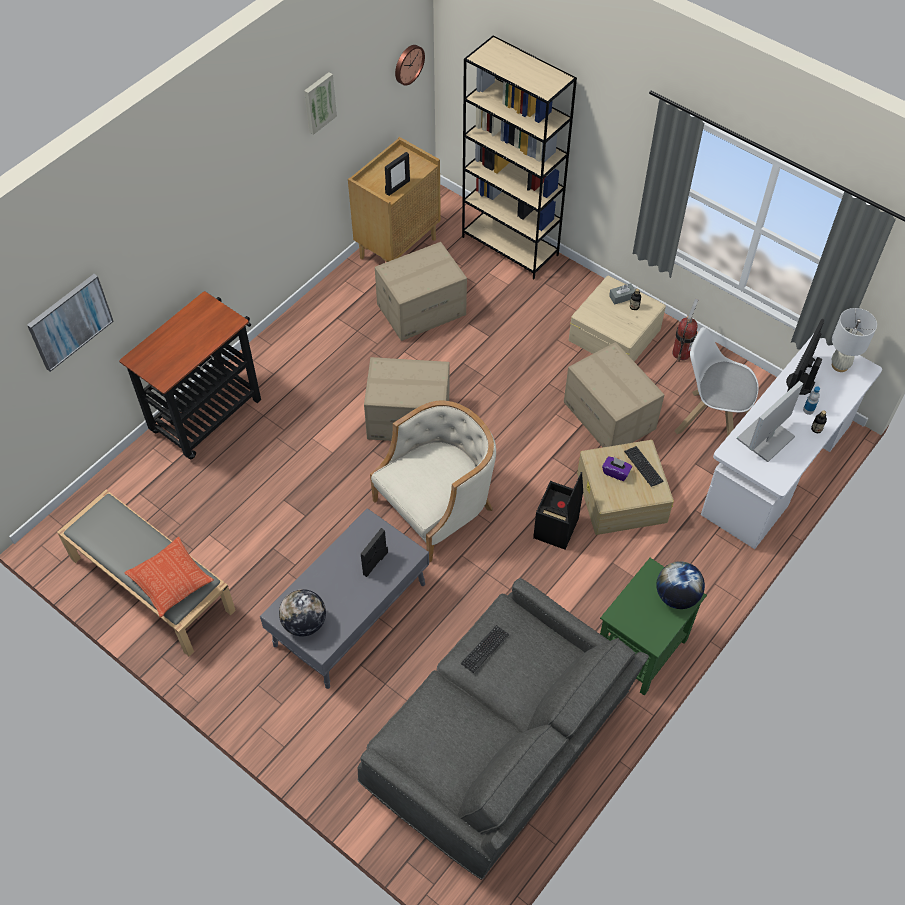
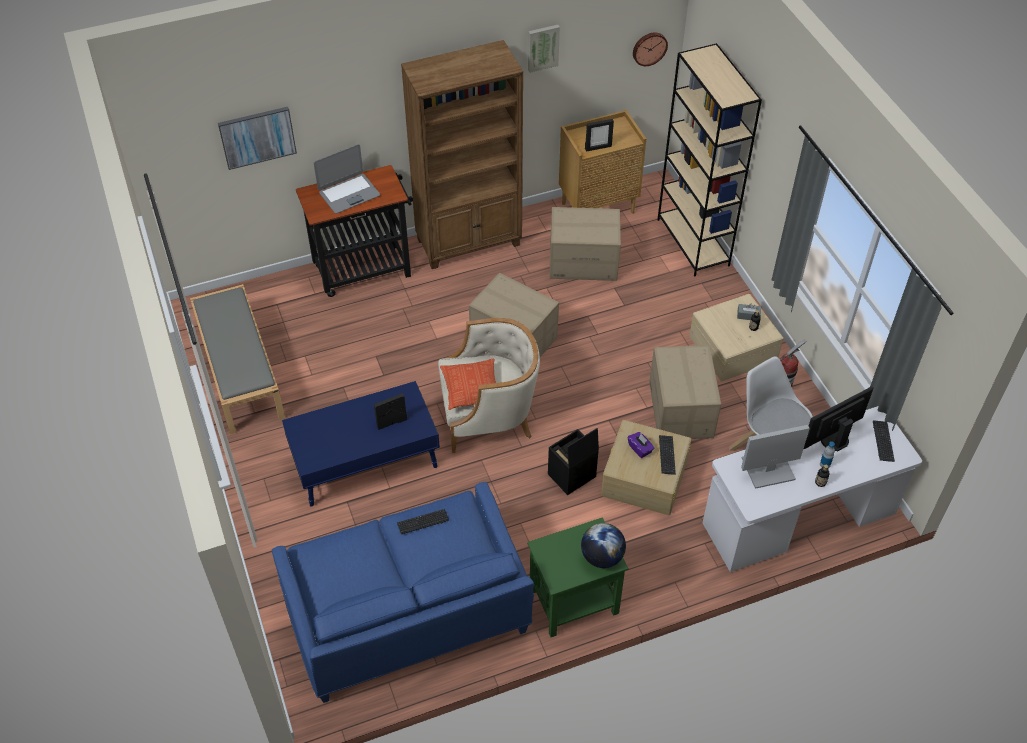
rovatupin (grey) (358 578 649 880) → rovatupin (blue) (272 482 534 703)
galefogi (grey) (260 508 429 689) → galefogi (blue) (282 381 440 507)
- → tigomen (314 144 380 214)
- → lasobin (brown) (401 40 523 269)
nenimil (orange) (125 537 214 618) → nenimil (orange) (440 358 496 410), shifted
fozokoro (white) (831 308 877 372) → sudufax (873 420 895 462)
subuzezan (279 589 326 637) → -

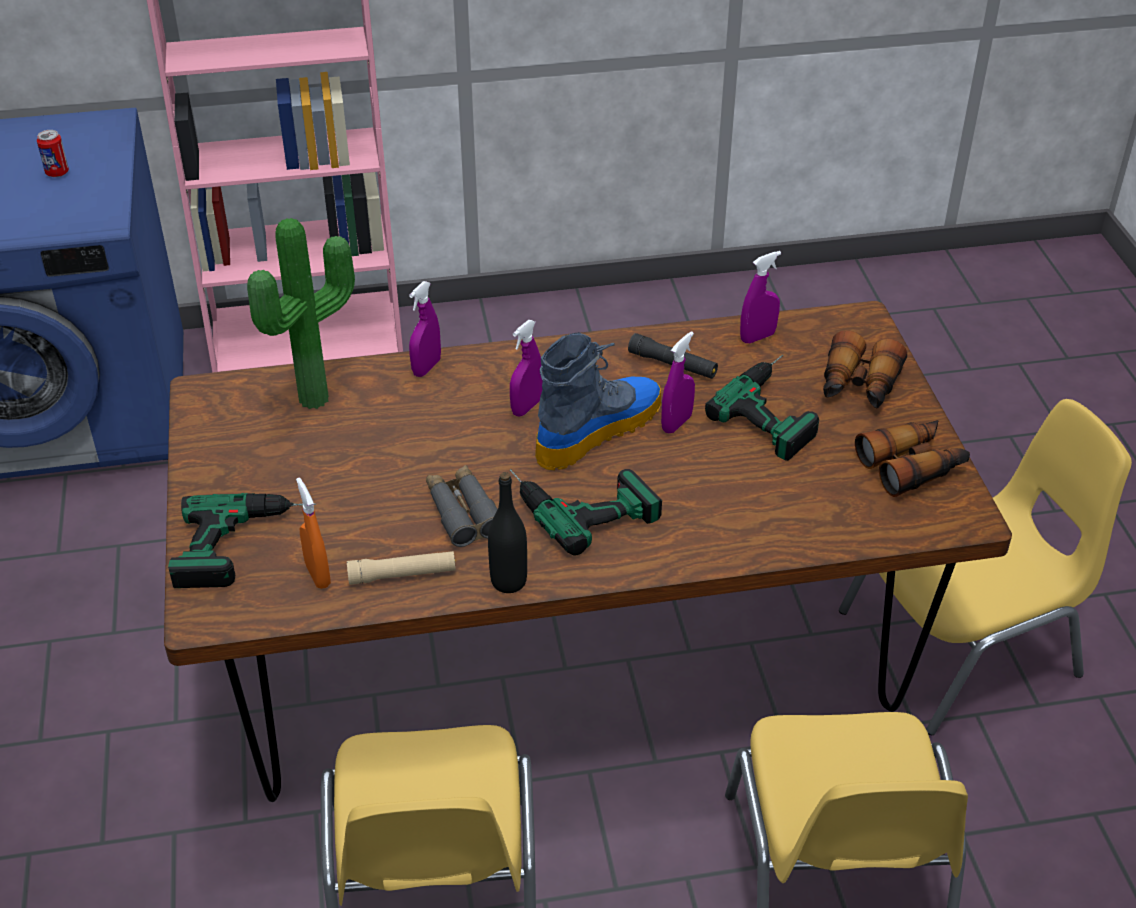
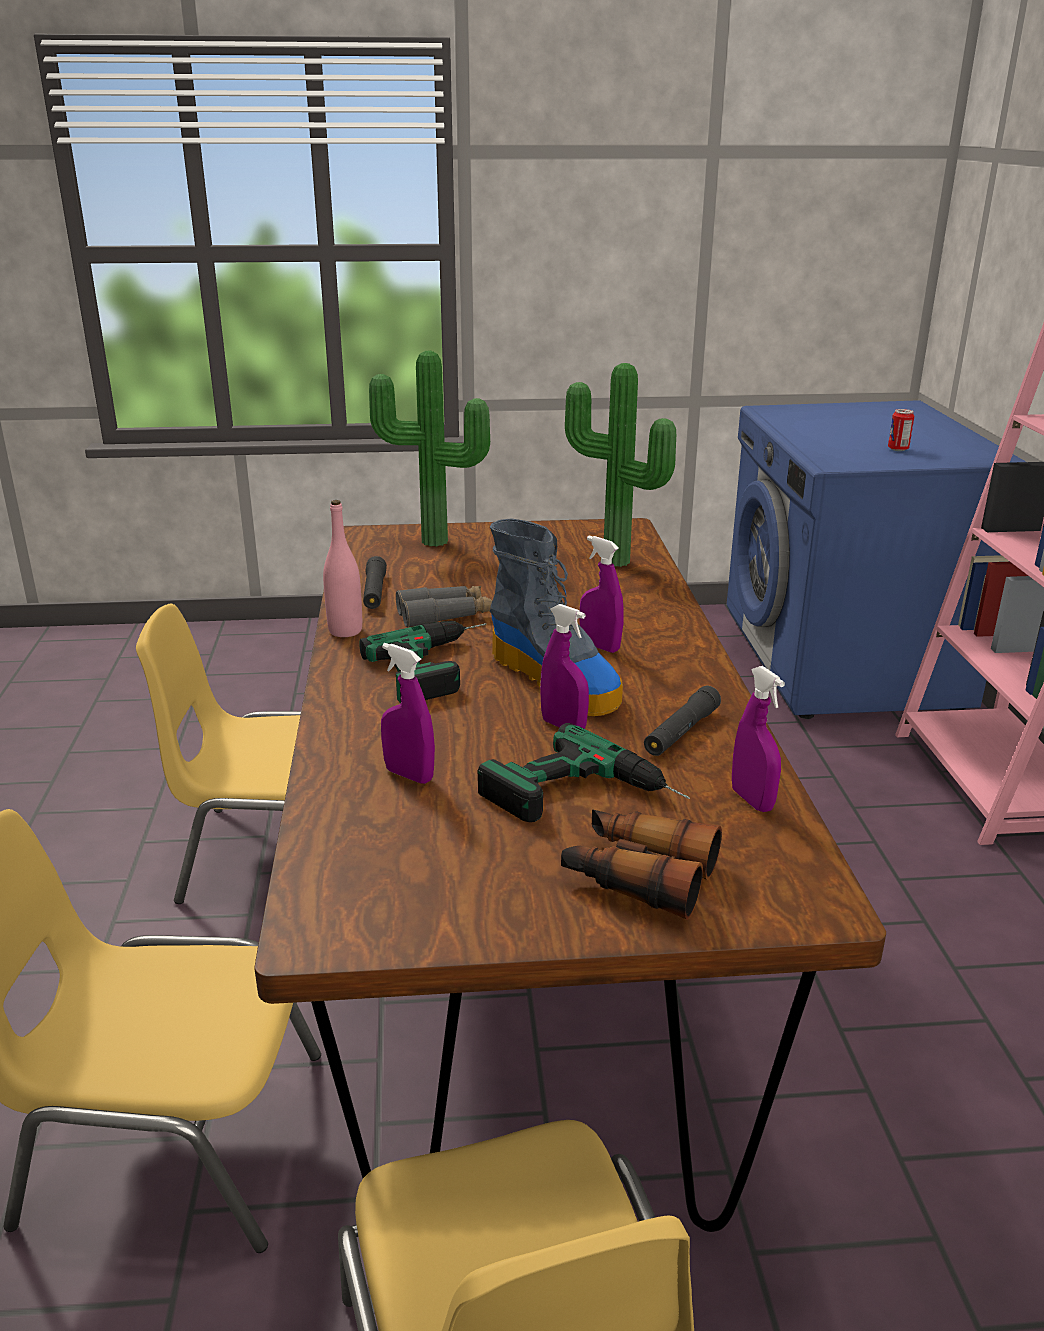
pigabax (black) (488 472 527 593) → pigabax (pink) (323 500 362 637)
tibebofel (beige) (347 551 456 585) → tibebofel (black) (363 556 387 609)
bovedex (168 493 316 588) → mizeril (369 351 490 546)
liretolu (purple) (409 281 441 377) → liretolu (purple) (381 643 435 784), shifted
liretolu (orange) (296 478 331 589) → -
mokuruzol (855 420 970 497) → -

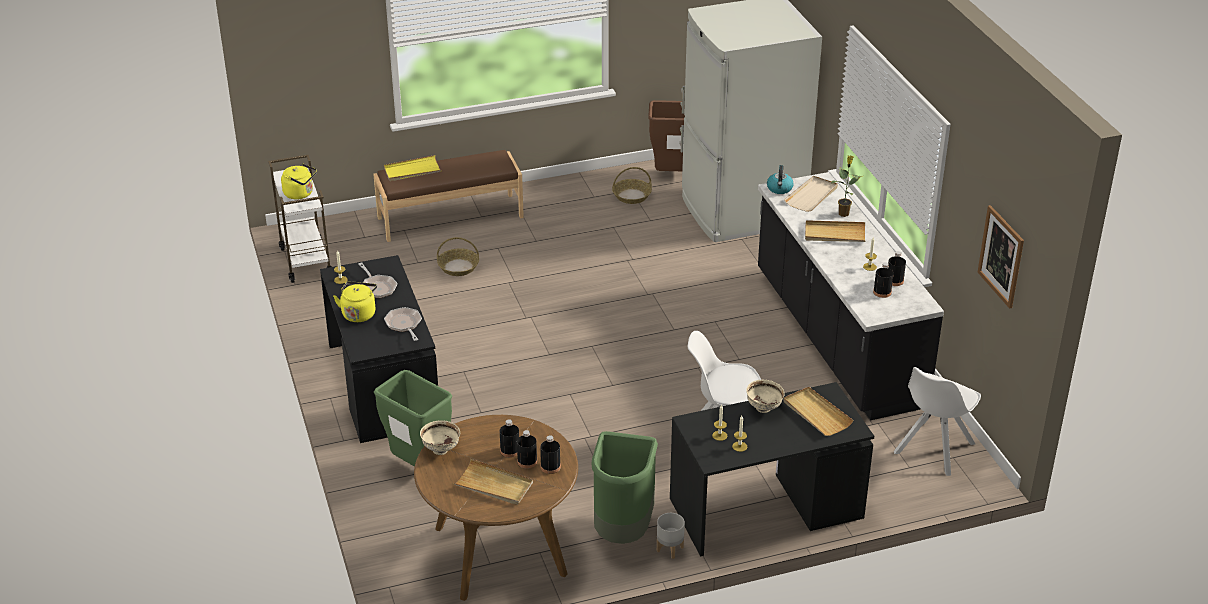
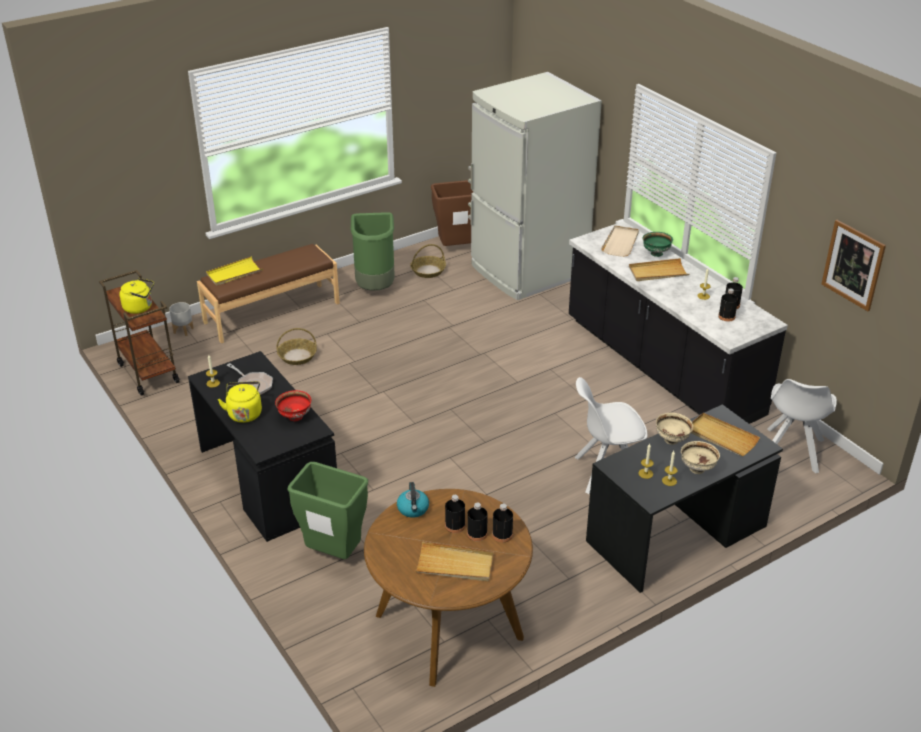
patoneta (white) (268 155 332 283) → patoneta (brown) (99 270 180 395)
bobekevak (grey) (657 513 685 559) → bobekevak (grey) (169 302 194 336), shifted
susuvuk (384 307 422 341) → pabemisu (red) (275 390 311 421)
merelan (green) (591 431 658 544) → merelan (green) (351 212 395 291), shifted
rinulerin (767 165 794 194) → rinulerin (397 482 429 518), shifted
mizeril (831 155 863 217) → pabemisu (green) (643 232 673 257)
pabemisu (beige) (420 420 460 455) → pabemisu (beige) (681 441 720 474), shifted

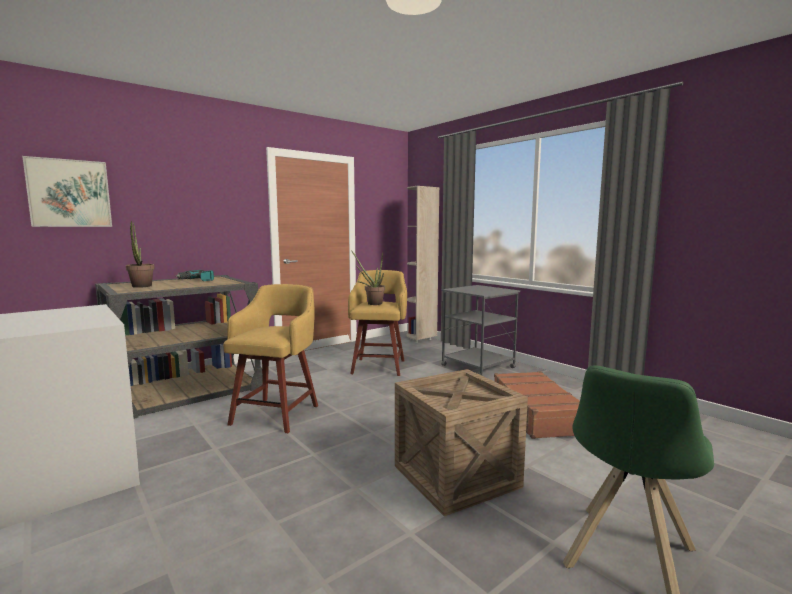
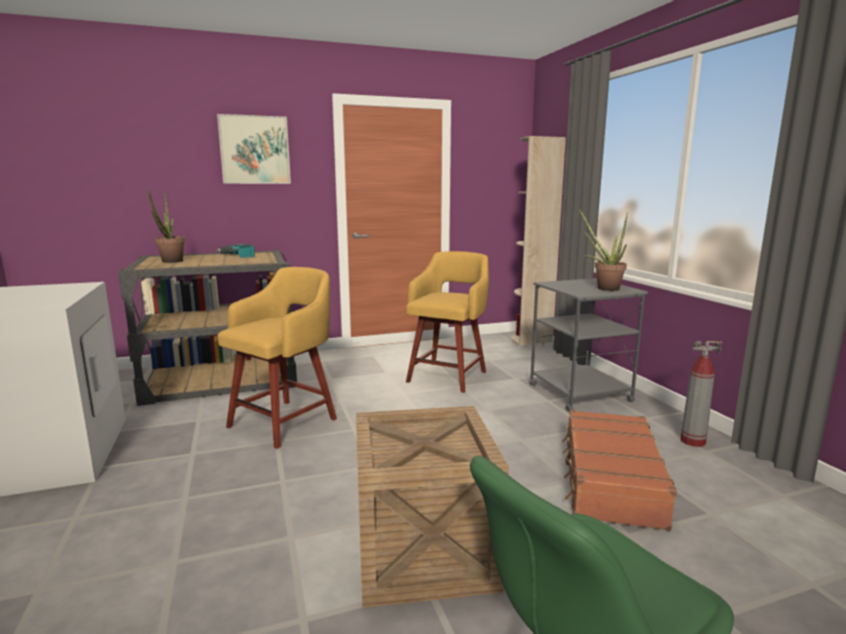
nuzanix (22 156 112 227) → nuzanix (217 114 291 184), shifted
mizeril (351 250 385 305) → mizeril (579 210 628 291), shifted
- → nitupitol (680 341 722 447)

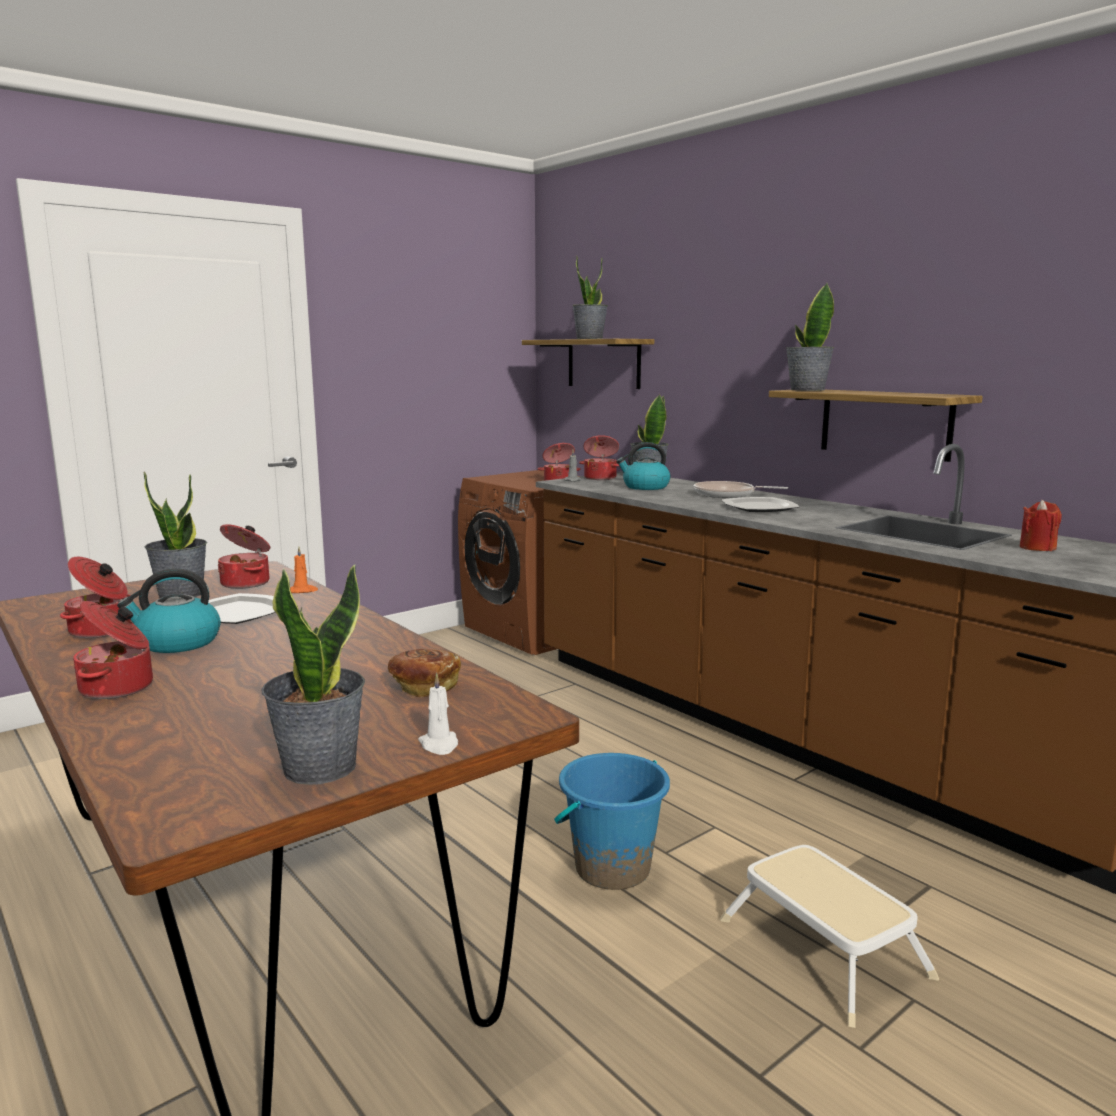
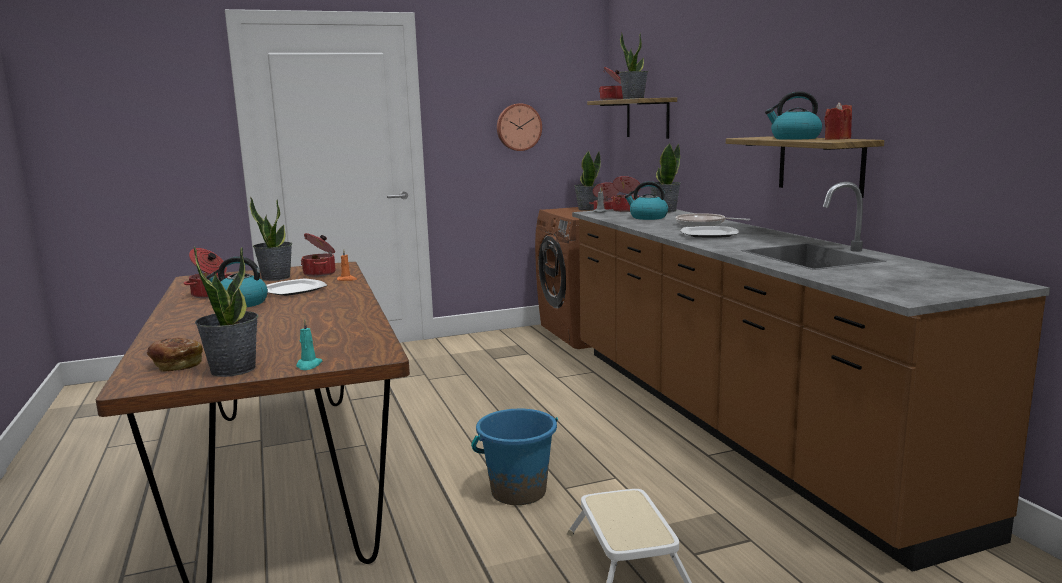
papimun (388 649 461 697) → papimun (147 338 203 372), shifted
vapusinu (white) (418 673 458 755) → vapusinu (turquoise) (296 319 322 370)
- → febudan (497 103 542 151)
mizeril (786 283 834 391) → mizeril (574 150 601 211), shifted
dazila (73 601 153 699) → dazila (599 67 623 100), shifted
- → rinulerin (765 91 822 140)
vapusinu (red) (1019 500 1062 551) → vapusinu (red) (824 102 852 140), shifted

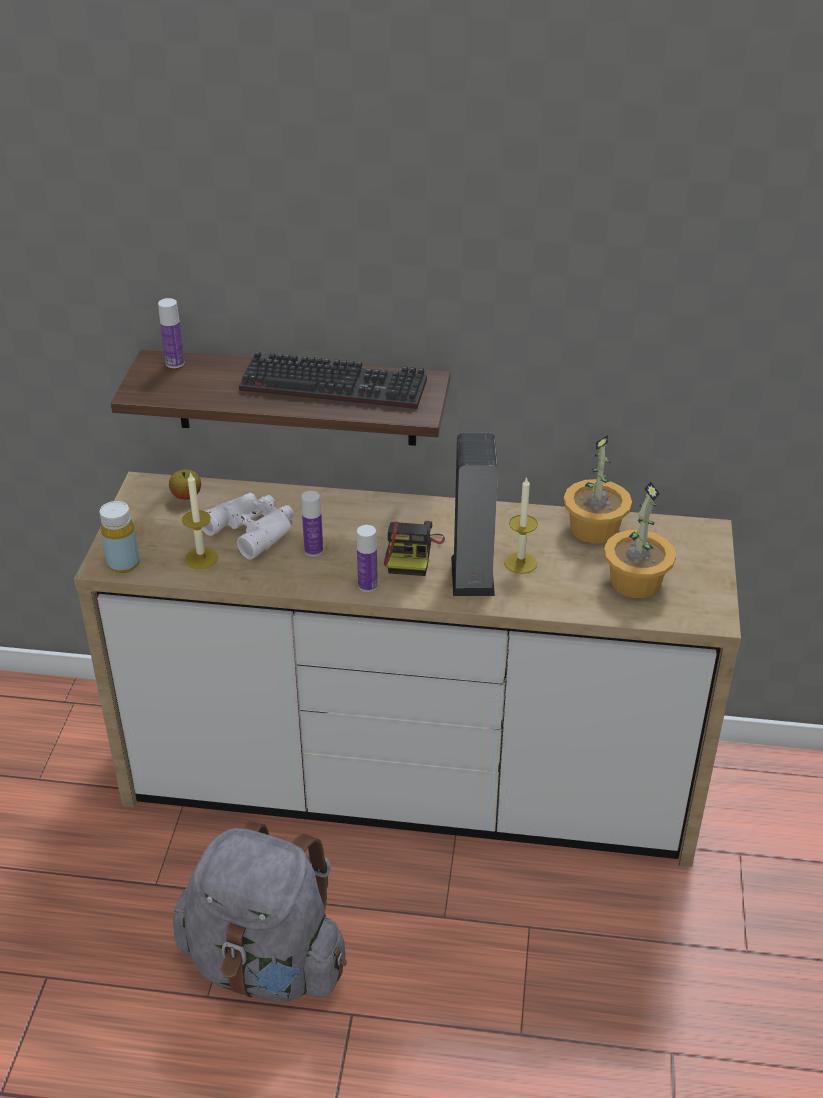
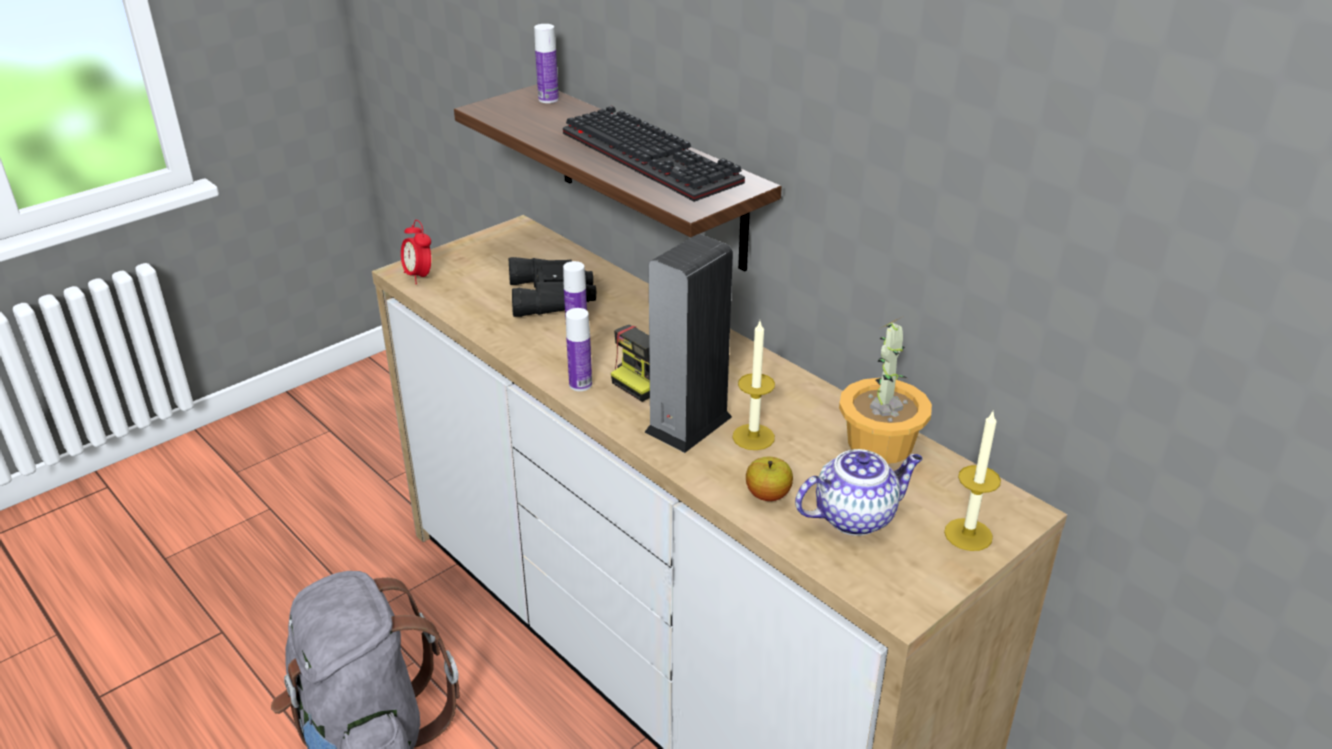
pigabax (yellow) (100 501 140 573) → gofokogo (401 220 431 284)
mokuruzol (white) (202 493 294 560) → mokuruzol (black) (509 257 596 317)
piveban (169 470 201 500) → piveban (746 457 793 501), shifted
mizeril (604 481 676 598) → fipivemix (795 449 923 536)
vapusinu (182 472 218 569) → vapusinu (944 412 1001 551), shifted

